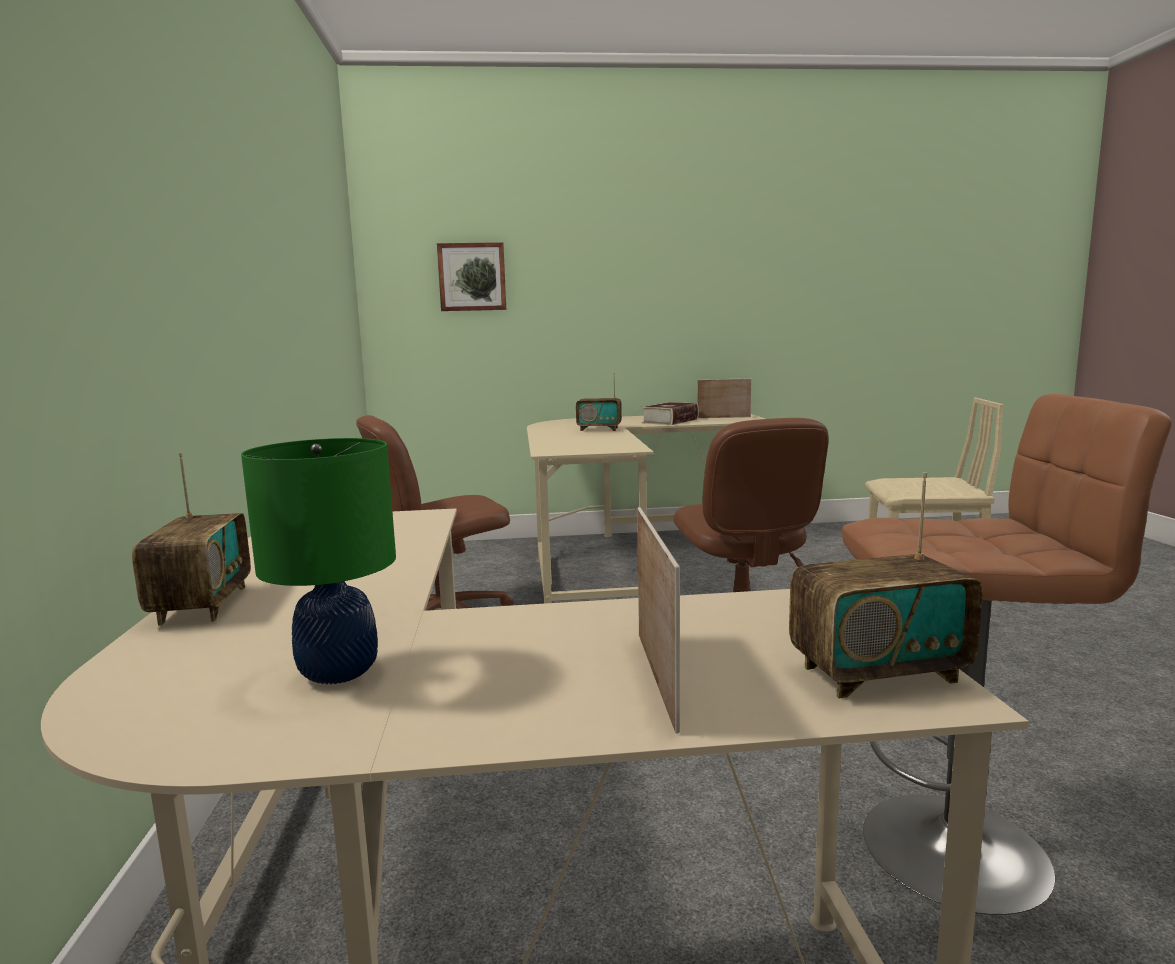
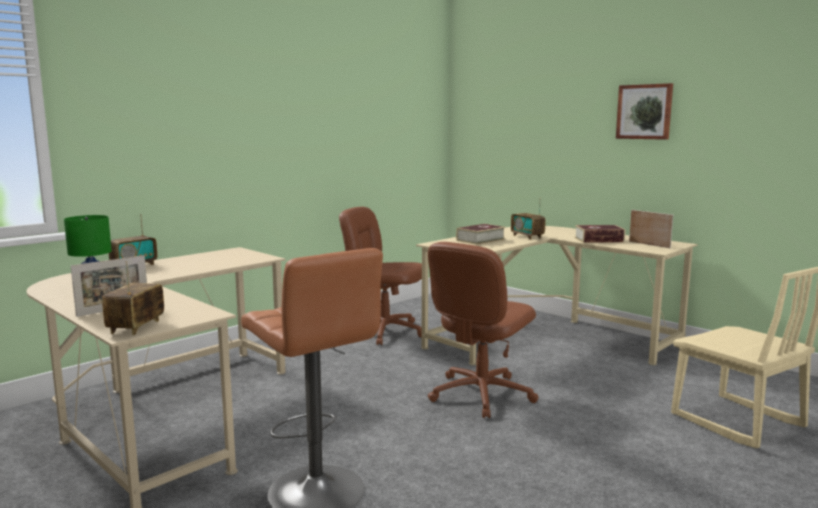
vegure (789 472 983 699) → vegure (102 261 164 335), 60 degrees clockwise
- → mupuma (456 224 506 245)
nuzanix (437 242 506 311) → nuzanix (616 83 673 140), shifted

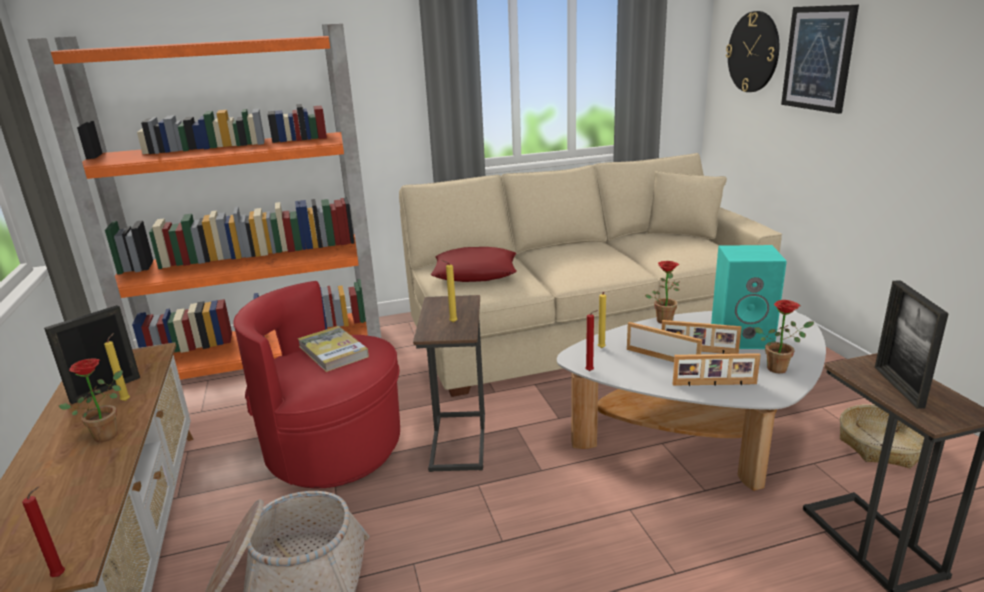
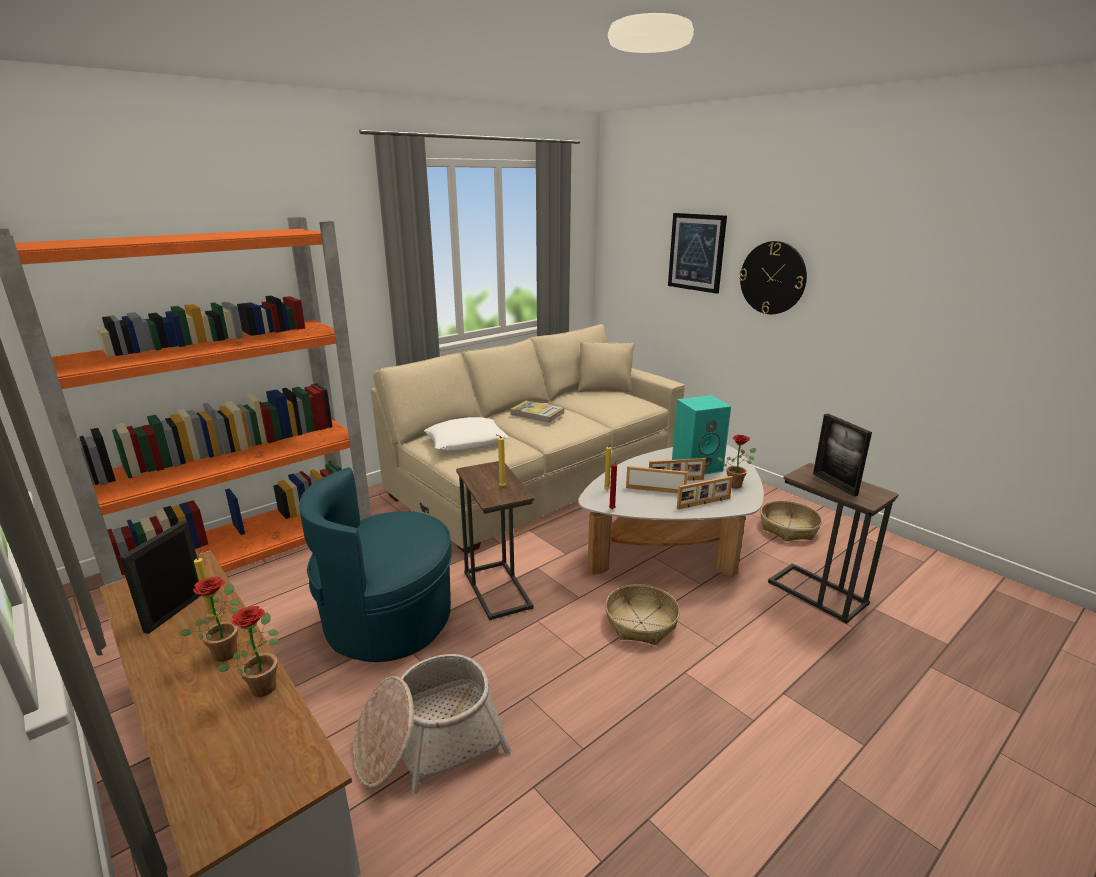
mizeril (645 261 679 324) → mizeril (216 606 279 697), shifted
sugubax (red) (233 281 400 488) → sugubax (turquoise) (299 468 452 662)
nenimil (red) (431 247 517 282) → nenimil (white) (424 417 508 451)
mupuma (297 326 369 372) → mupuma (511 401 564 423), shifted
- → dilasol (605 584 680 645)
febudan (726 11 779 92) → febudan (739 241 807 314), shifted
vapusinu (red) (22 486 65 577) → -

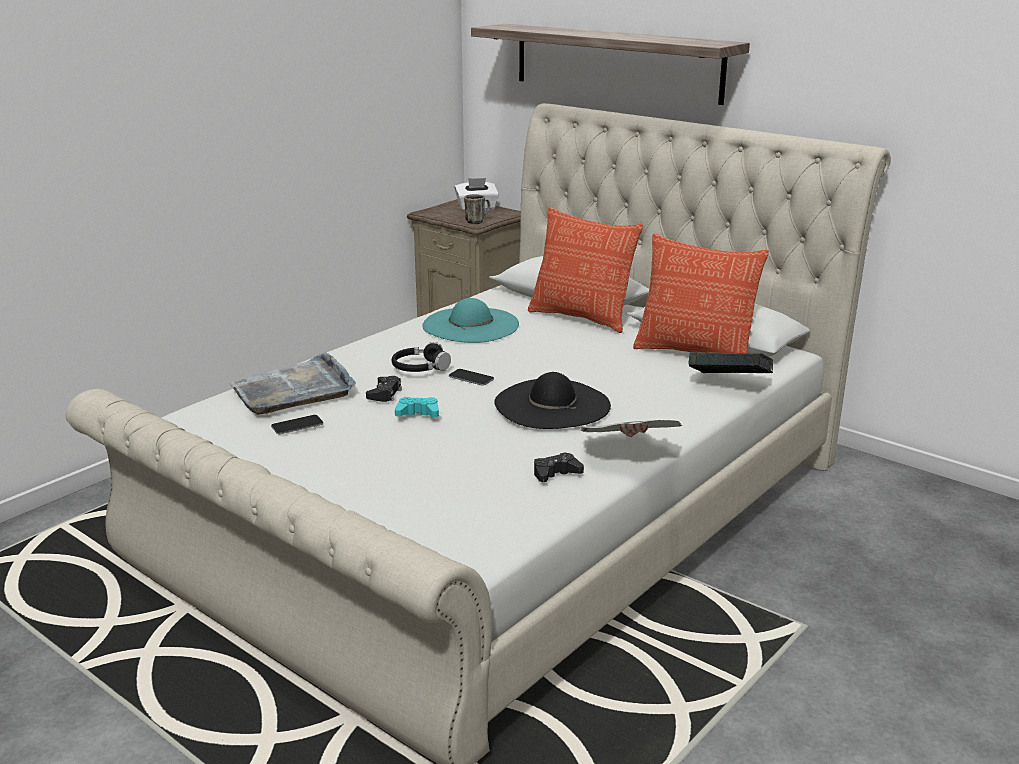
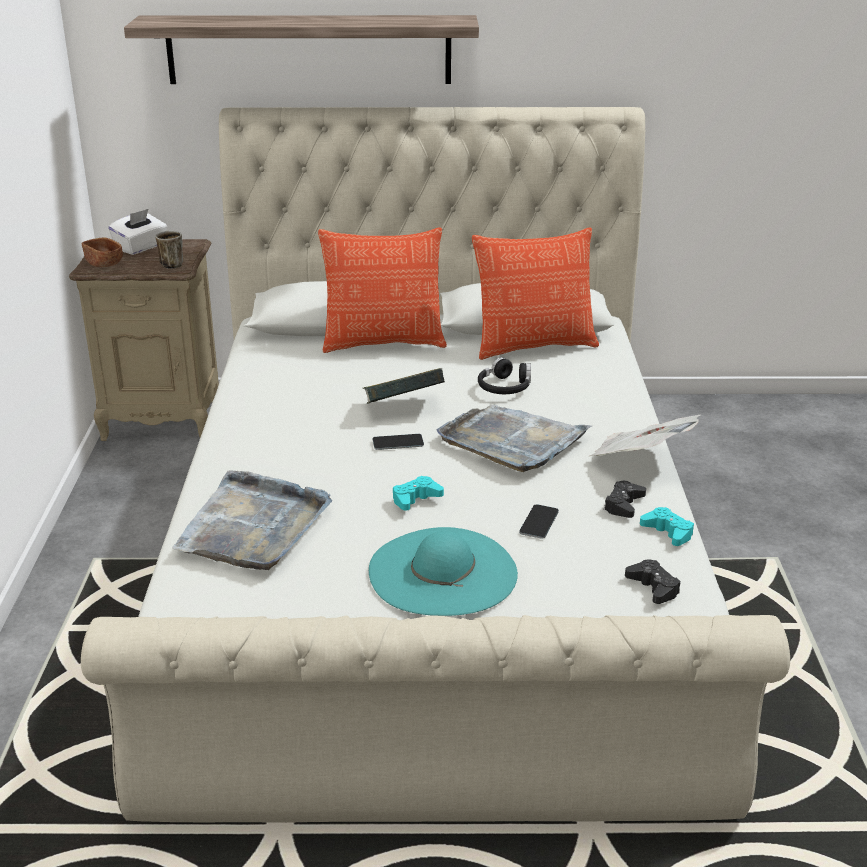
- → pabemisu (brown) (82 238 123 267)
mupuma (689 352 773 373) → mupuma (363 368 445 404), shifted
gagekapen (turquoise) (422 298 519 343) → gagekapen (turquoise) (369 527 518 616), shifted
gagekapen (black) (494 372 611 429) → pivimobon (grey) (437 404 592 472)
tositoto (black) (392 342 451 372) → tositoto (black) (478 357 531 394), shifted
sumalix (271 415 323 434) → sumalix (519 504 559 539), shifted
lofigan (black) (366 376 402 402) → lofigan (black) (625 559 680 604), shifted
- → lofigan (turquoise) (640 507 694 546)

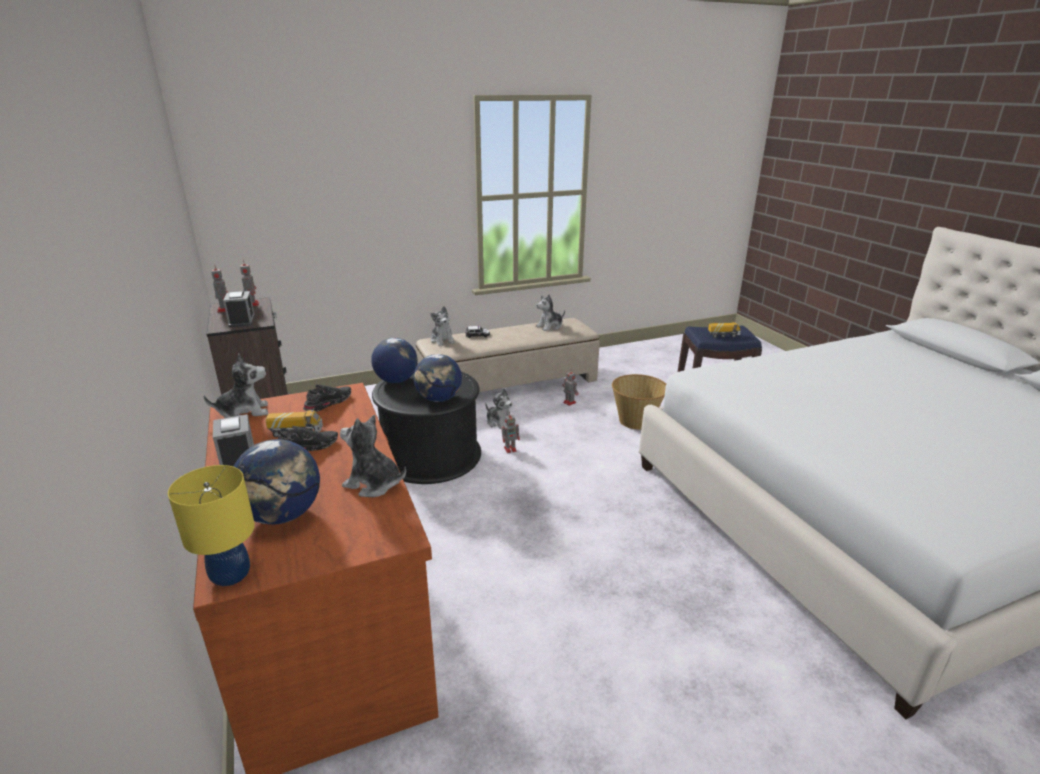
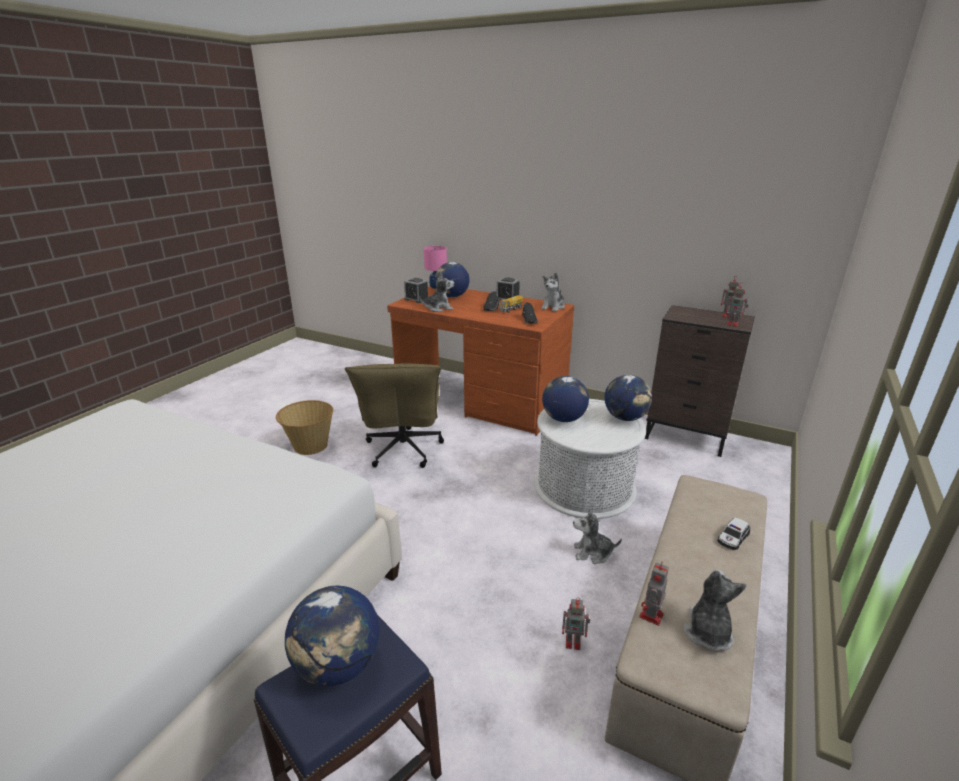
dilasol (612 374 666 429) → dilasol (276 400 333 455), shifted
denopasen (708 322 741 338) → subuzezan (285 586 380 686)
- → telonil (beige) (345 363 444 468)
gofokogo (223 291 255 327) → gofokogo (404 278 428 303), shifted
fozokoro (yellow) (168 465 255 586) → fozokoro (pink) (424 246 447 289)
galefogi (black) (372 372 481 484) → galefogi (white) (534 399 646 519)
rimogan (502 412 520 453) → rimogan (639 561 669 626), shifted
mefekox (431 306 455 346) → -

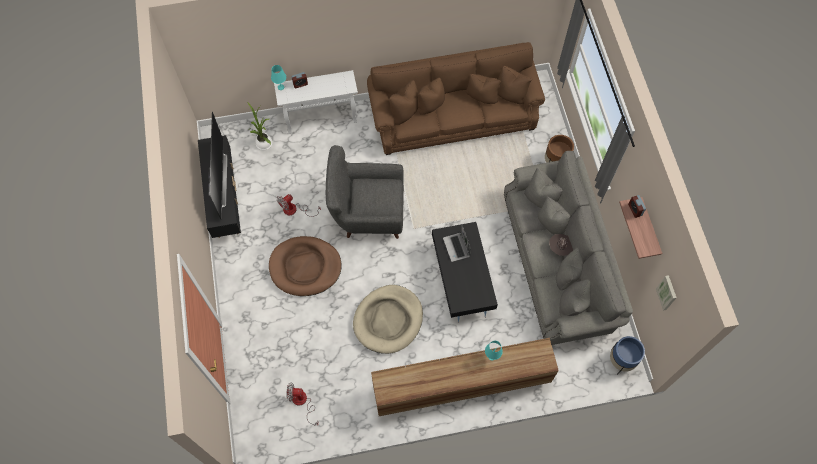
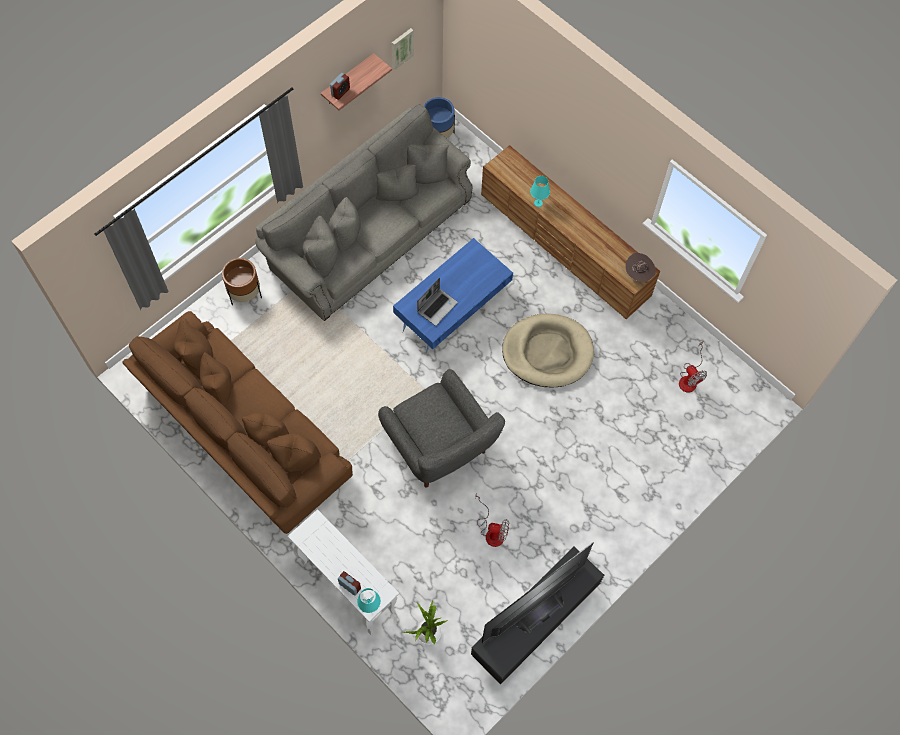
galefogi (black) (432 222 498 323) → galefogi (blue) (393 238 513 353)
gagekapen (brown) (549 234 573 256) → gagekapen (brown) (626 253 656 282), shifted
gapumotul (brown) (269 236 342 296) → -

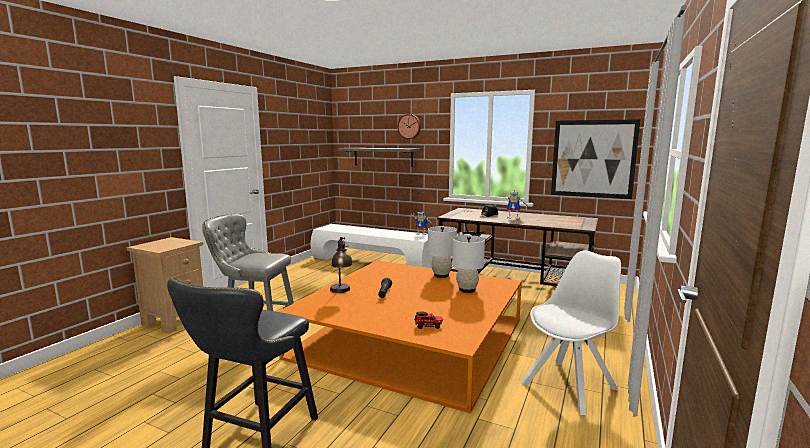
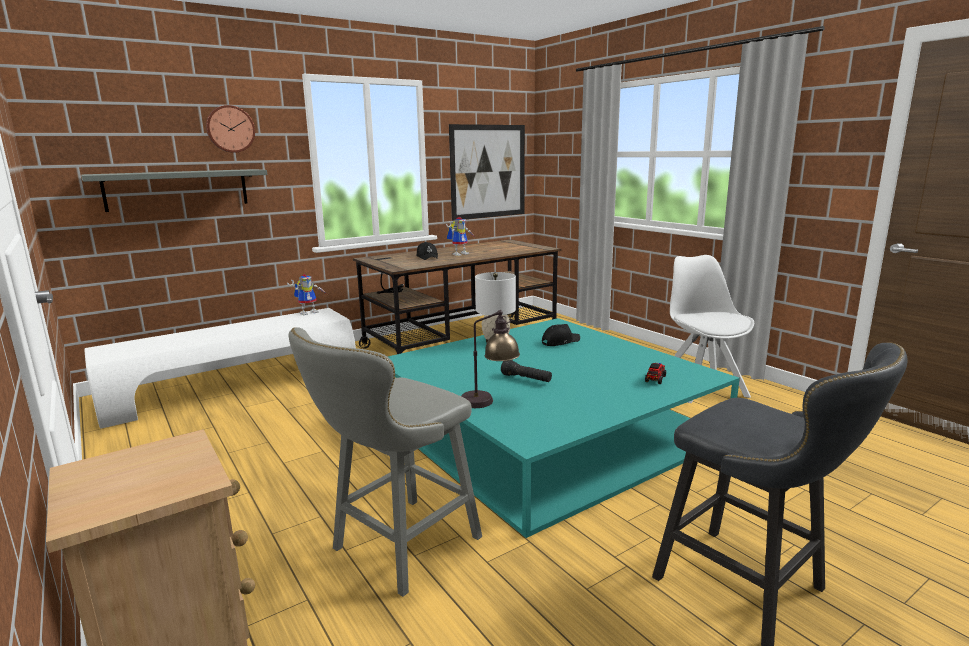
galefogi (orange) (278 261 522 414) → galefogi (turquoise) (388 318 740 538)
fozokoro (white) (452 235 485 293) → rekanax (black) (542 324 580 346)

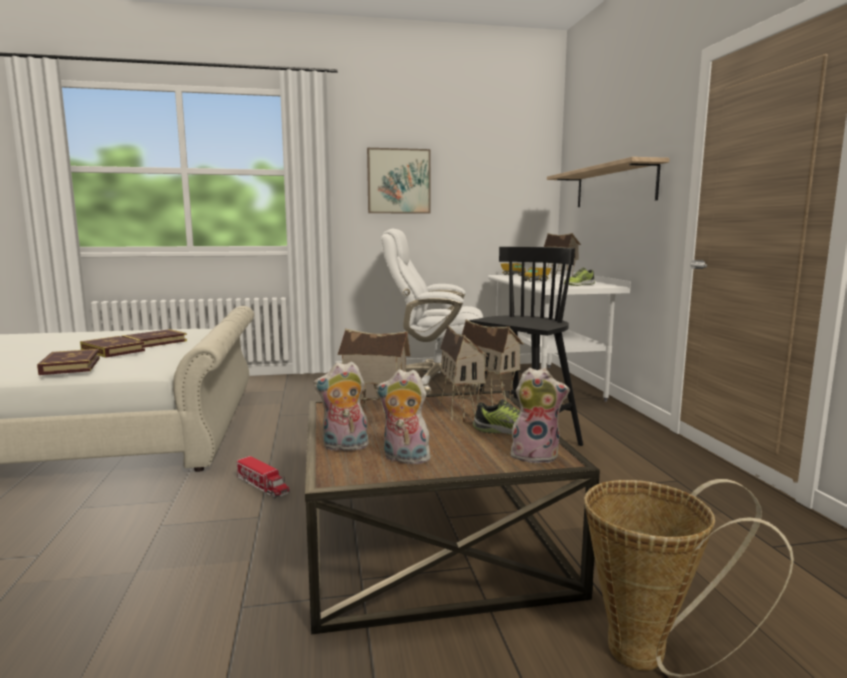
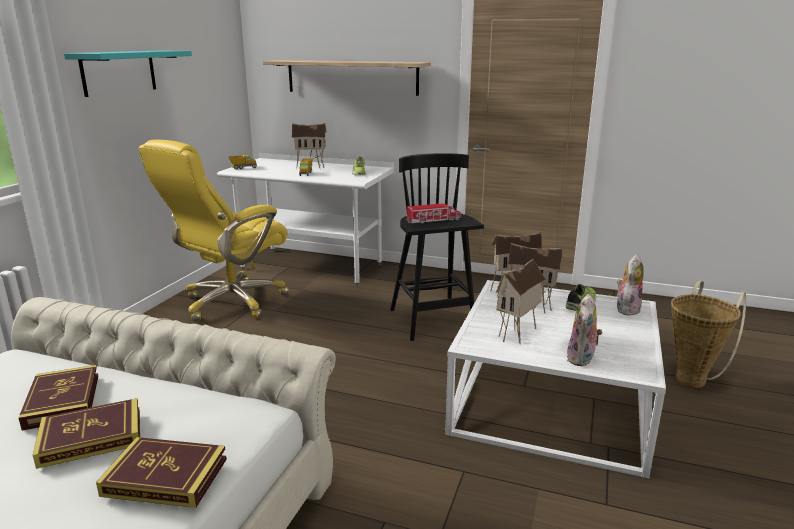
nuzanix (367 148 431 214) → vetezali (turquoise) (64 51 192 97)
telonil (white) (381 229 483 394) → telonil (yellow) (139 140 289 322)
denopasen (237 456 290 499) → denopasen (406 203 462 224), shifted
galefogi (brown) (305 390 600 635) → galefogi (white) (445 280 666 478)
mefekox (376 369 433 464) → -

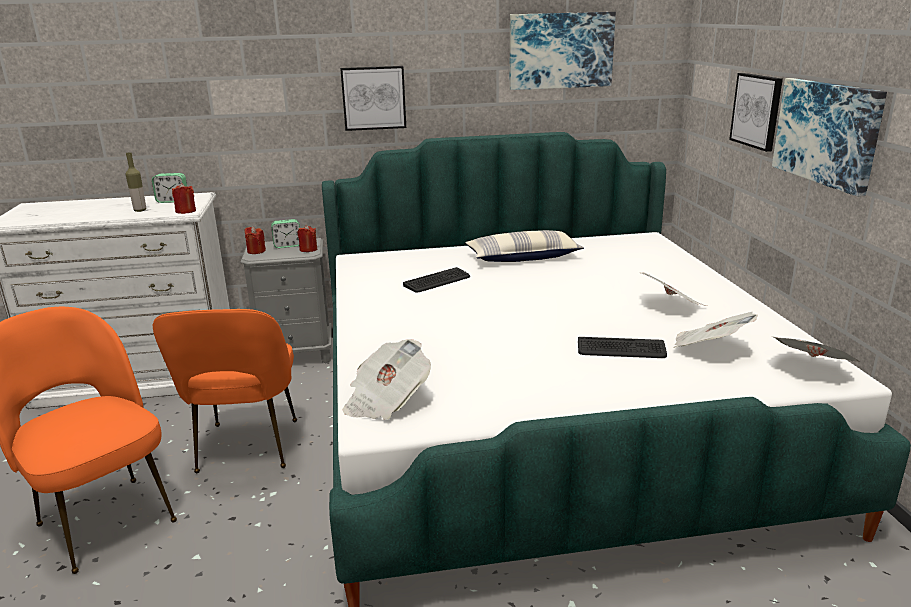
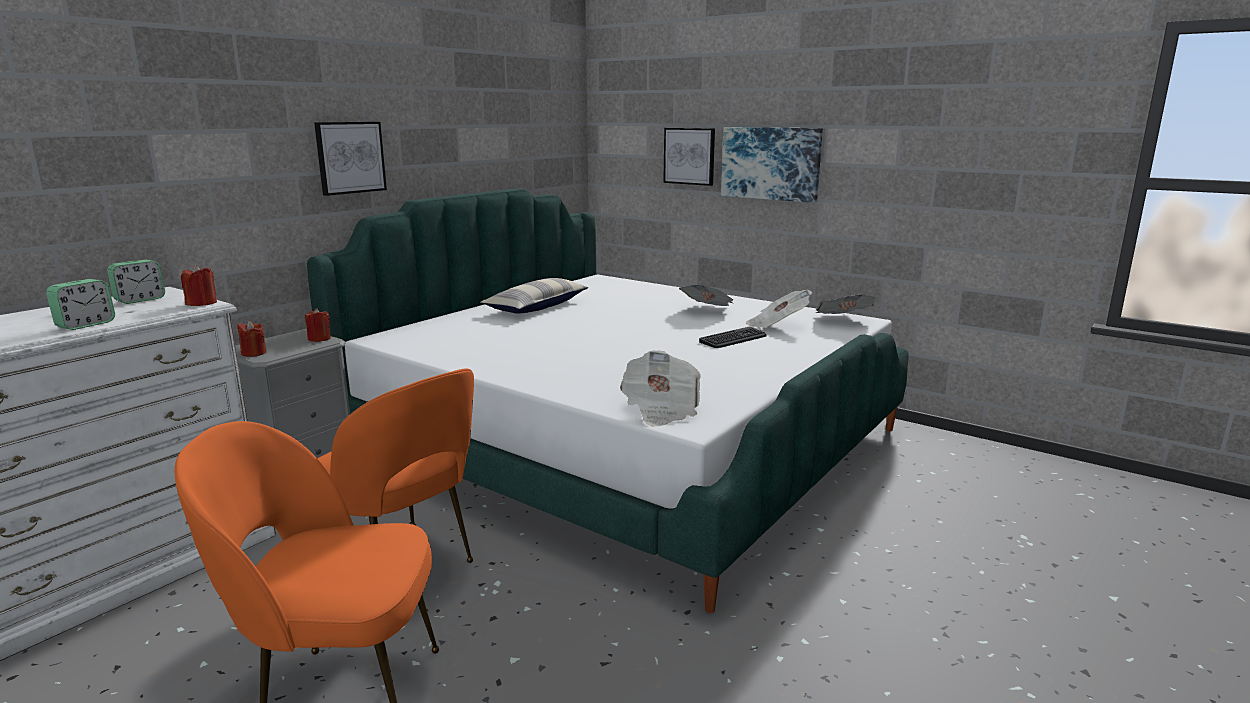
gofokogo (271 219 300 248) → gofokogo (46 279 115 330), shifted
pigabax (126 152 146 212) → -
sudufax (403 267 470 293) → -
nuzanix (509 12 616 90) → -

